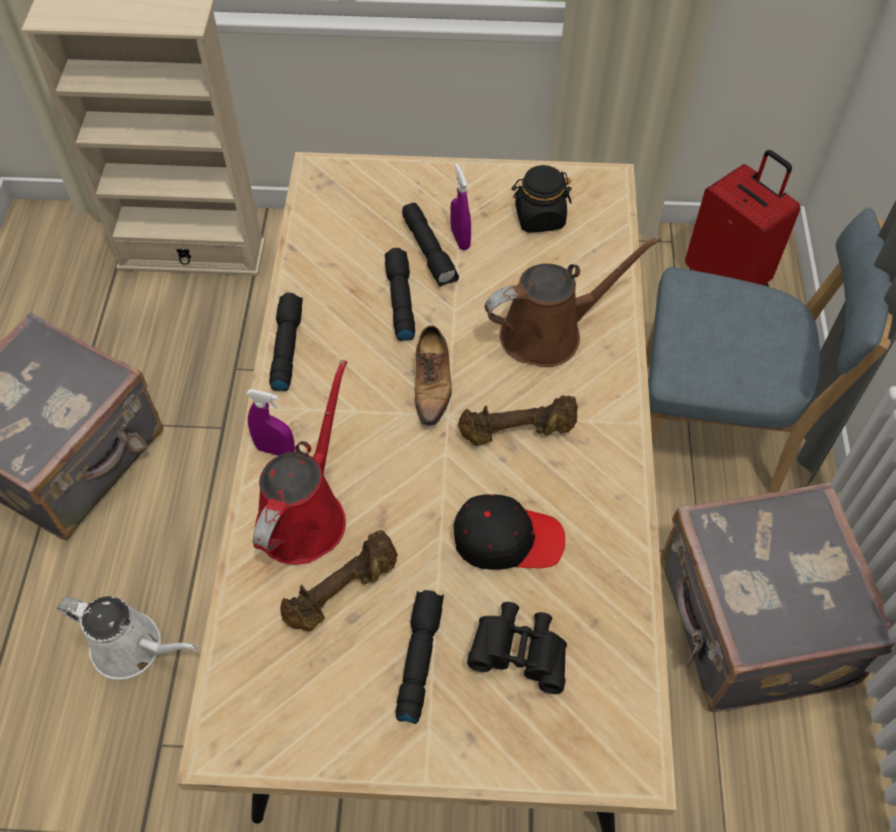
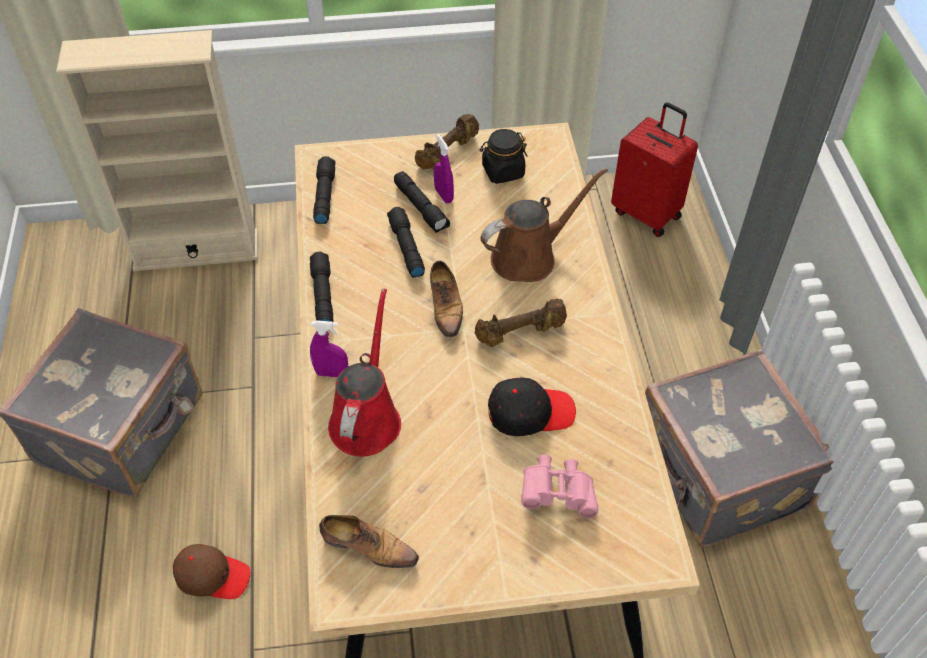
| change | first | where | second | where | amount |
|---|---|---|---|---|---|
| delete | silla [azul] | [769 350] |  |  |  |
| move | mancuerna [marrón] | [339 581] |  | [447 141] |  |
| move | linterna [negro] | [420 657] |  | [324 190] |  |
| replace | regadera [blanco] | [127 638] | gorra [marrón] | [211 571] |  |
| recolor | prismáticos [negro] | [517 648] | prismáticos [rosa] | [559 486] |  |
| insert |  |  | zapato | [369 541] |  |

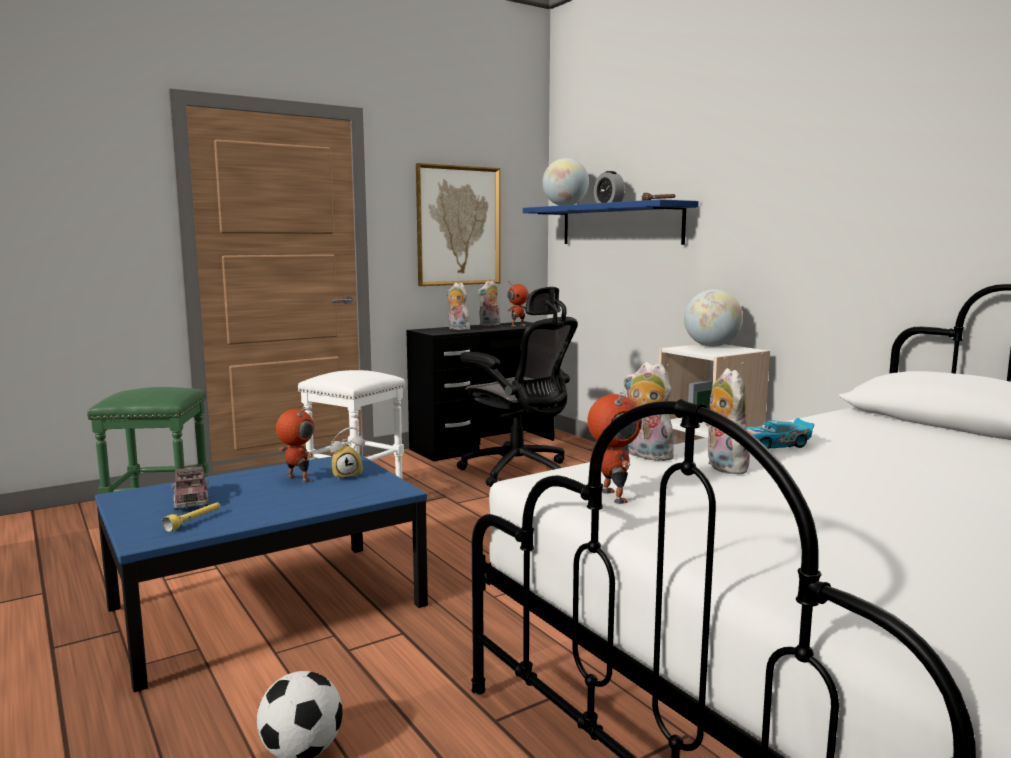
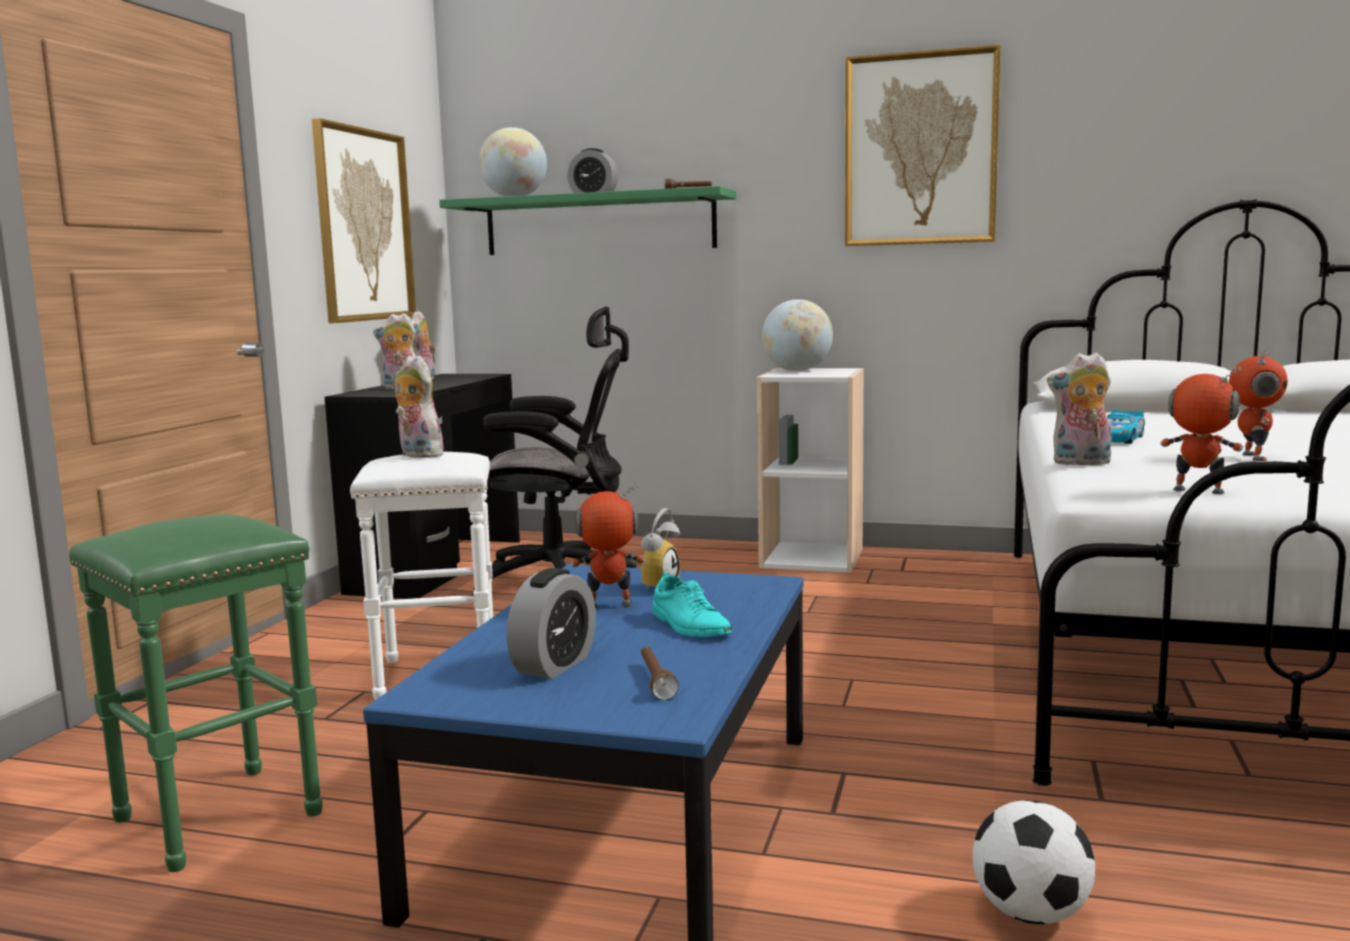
| change | first | where | second | where | amount |
|---|---|---|---|---|---|
| recolor | estante [azul] | [611 222] | estante [verde] | [587 220] |  |
| move | robot de juguete | [518 304] |  | [1258 405] |  |
| move | peluche | [728 421] |  | [418 407] |  |
| replace | camión de juguete | [190 487] | despertador | [551 623] |  |
| recolor | linterna [amarillo] | [191 517] | linterna [marrón] | [659 673] |  |
| insert |  |  | cuadro | [923 145] |  |
| insert |  |  | zapato [turquesa] | [692 604] |  |

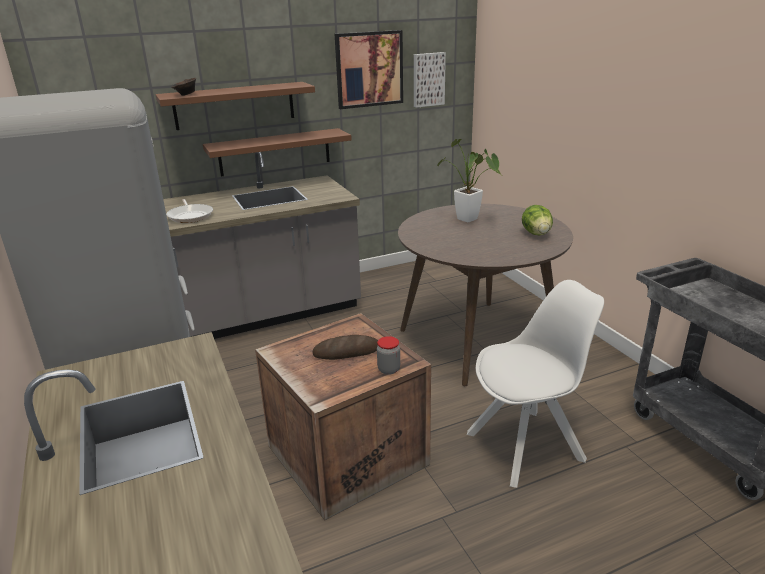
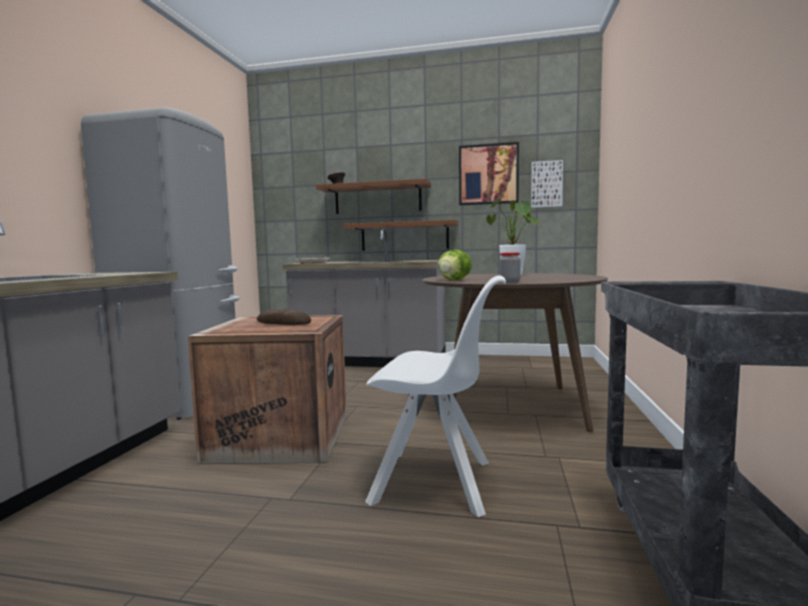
| change | first | where | second | where | amount |
|---|---|---|---|---|---|
| move | lechuga | [537 220] |  | [455 264] |  |
| move | tarro | [388 355] |  | [510 267] |  |

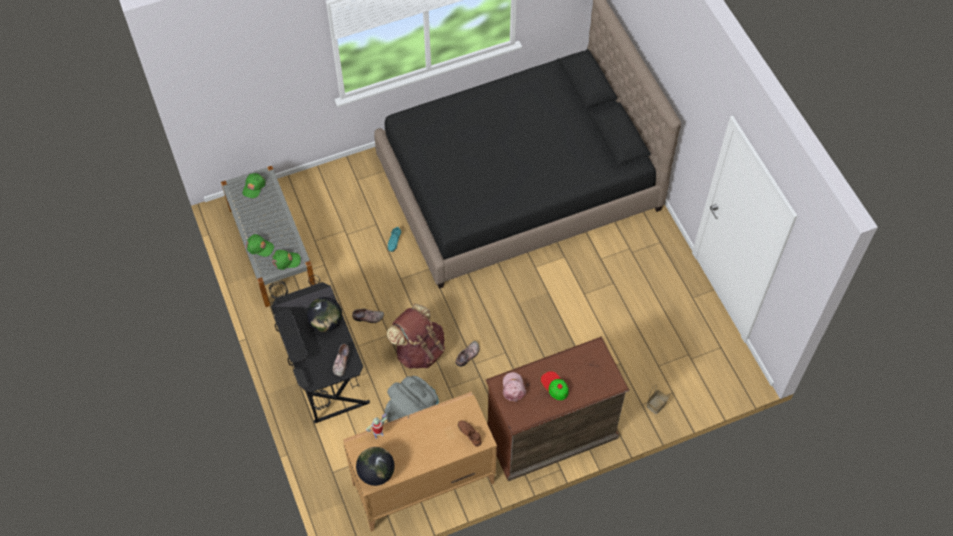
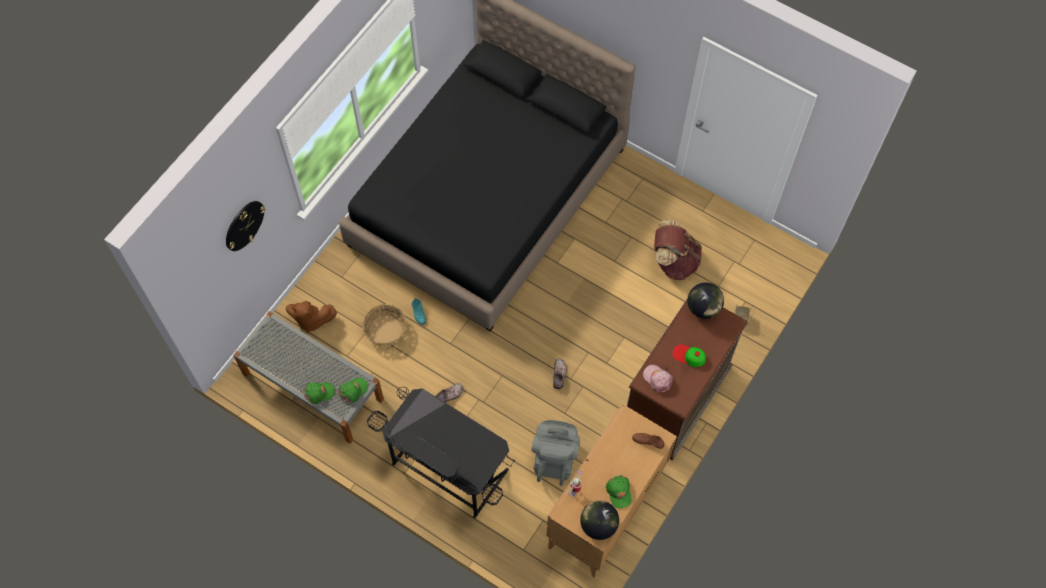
| change | first | where | second | where | amount |
|---|---|---|---|---|---|
| move | gorra [verde] | [254 185] |  | [619 491] |  |
| move | globo terráqueo | [324 314] |  | [705 301] |  |
| move | mochila [marrón] | [416 336] |  | [678 250] |  |
| delete | zapato | [341 360] |  |  |  |
| insert |  |  | reloj de pared | [245 226] |  |
| insert |  |  | peluche [marrón] | [311 317] |  |
| insert |  |  | cesta | [384 325] |  |

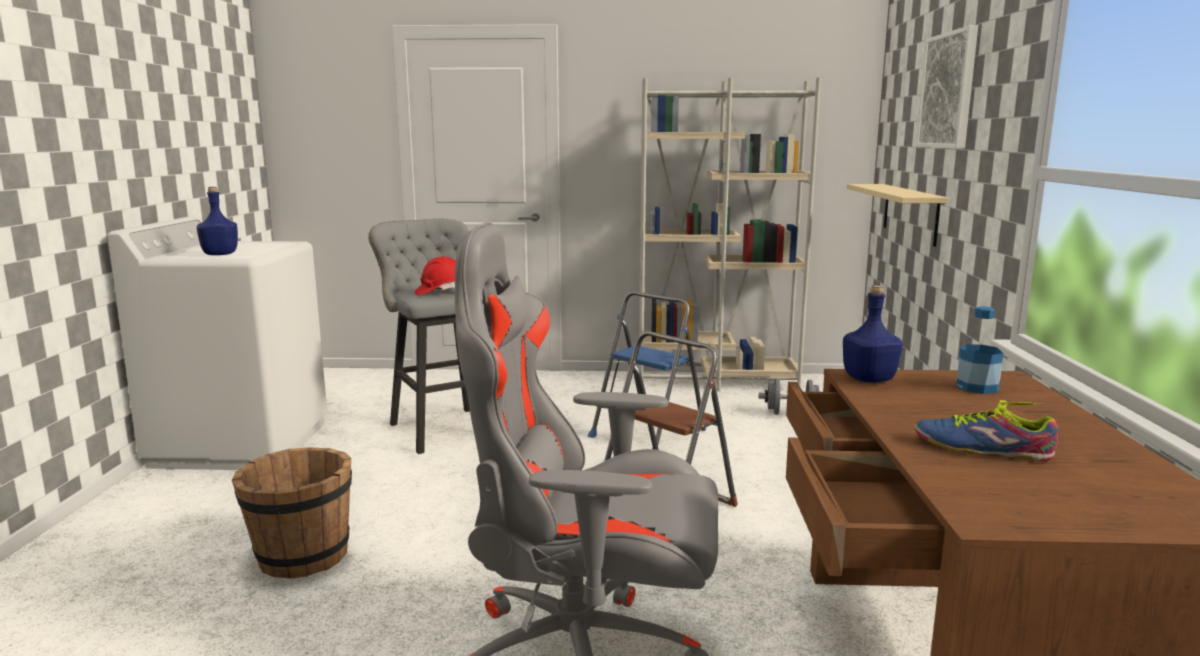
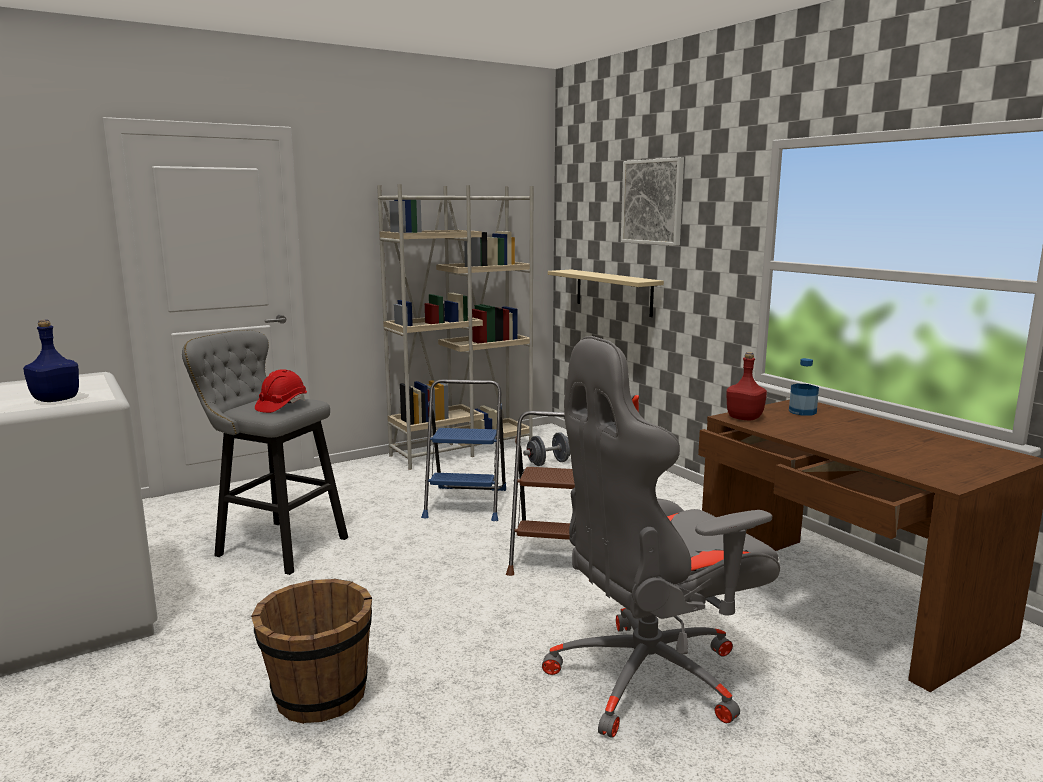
| change | first | where | second | where | amount |
|---|---|---|---|---|---|
| recolor | botella [azul] | [873 333] | botella [rojo] | [746 386] |  |
| delete | zapato | [986 430] |  |  |  |

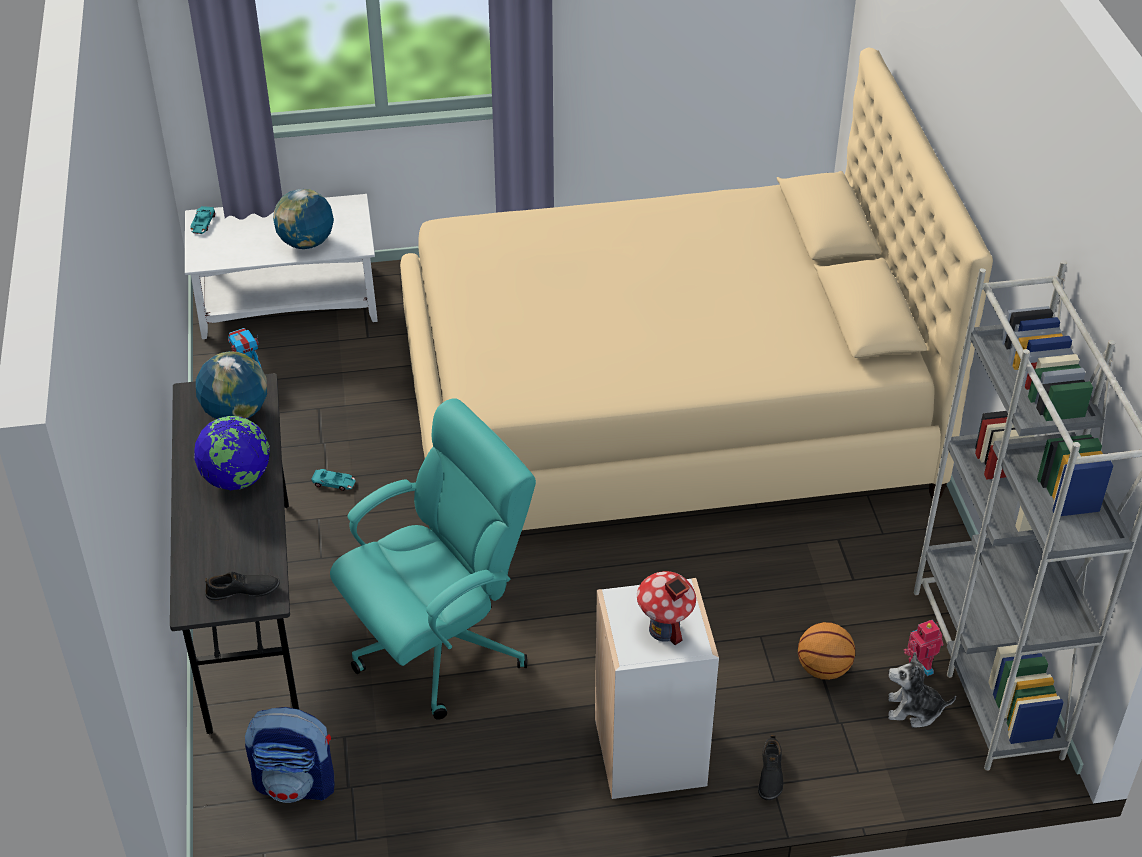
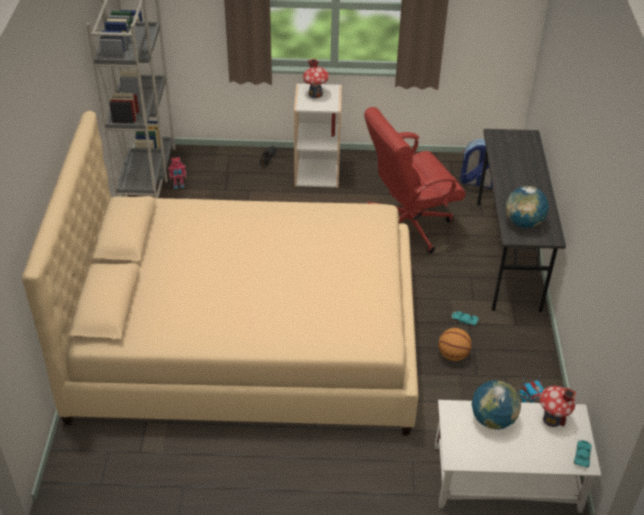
| change | first | where | second | where | amount |
|---|---|---|---|---|---|
| recolor | silla de oficina [turquesa] | [433 559] | silla de oficina [rojo] | [414 180] |  |
| delete | globo terráqueo | [232 453] |  |  |  |
| delete | zapato [negro] | [242 585] |  |  |  |
| move | balón de baloncesto | [826 651] |  | [455 344] |  |
| delete | peluche | [922 690] |  |  |  |
| insert |  |  | casita | [558 406] |  |

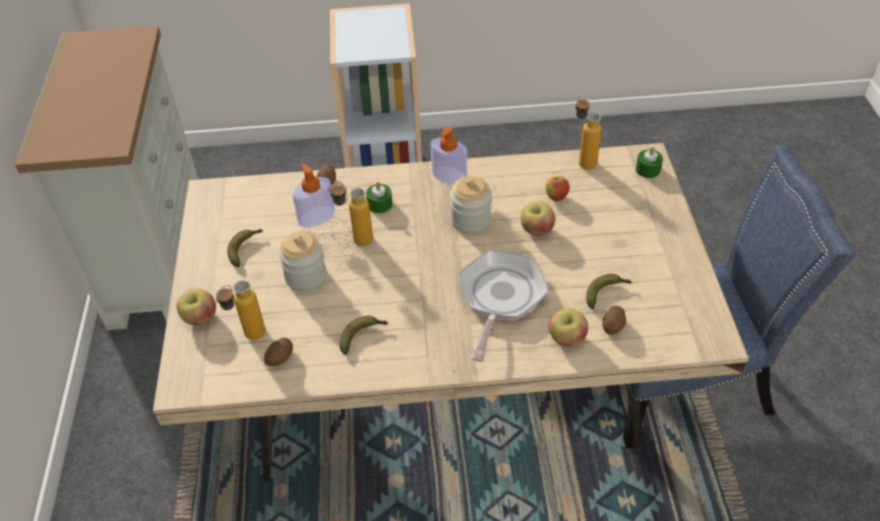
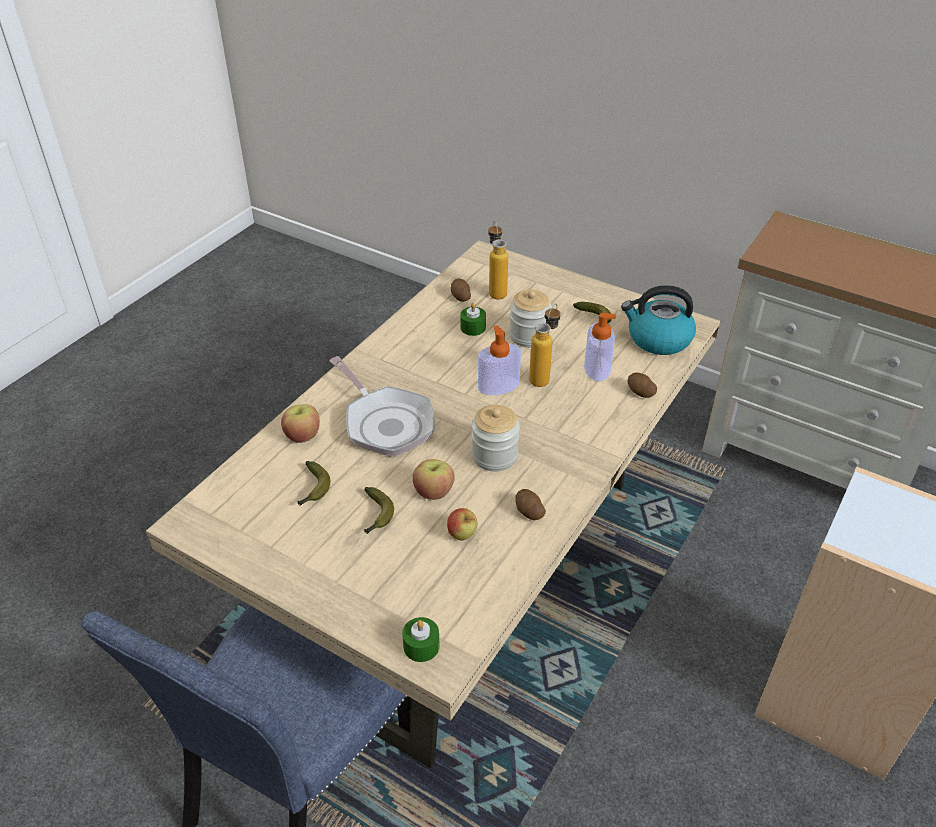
| change | first | where | second | where | amount |
|---|---|---|---|---|---|
| delete | botella | [589 133] |  |  |  |
| move | dispensador de jabón | [449 156] |  | [499 360] |  |
| move | vela [verde] | [379 197] |  | [473 319] |  |
| delete | manzana | [196 306] |  |  |  |
| move | patata | [614 320] |  | [530 504] |  |
| move | plátano | [364 335] |  | [379 510] |  |
| insert |  |  | hervidor | [658 320] |  |

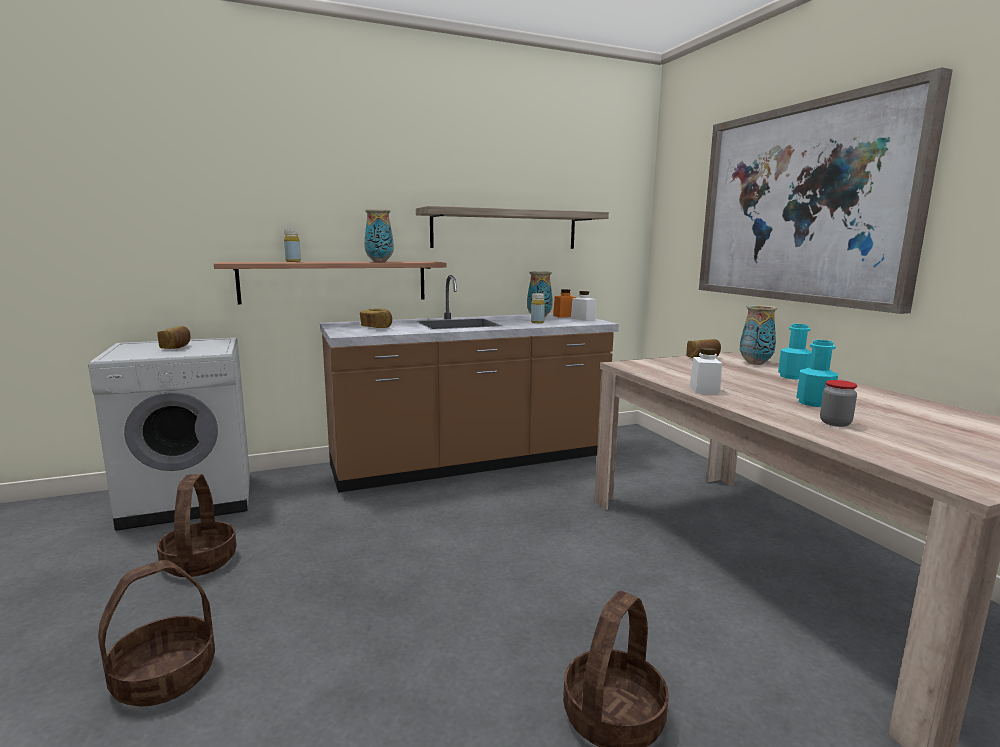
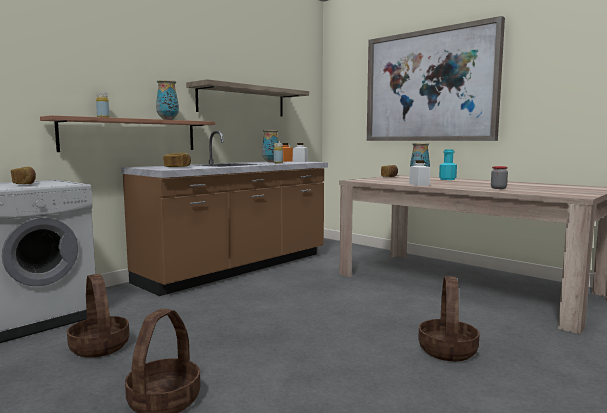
| change | first | where | second | where | amount |
|---|---|---|---|---|---|
| delete | botella [turquesa] | [817 373] |  |  |  |

